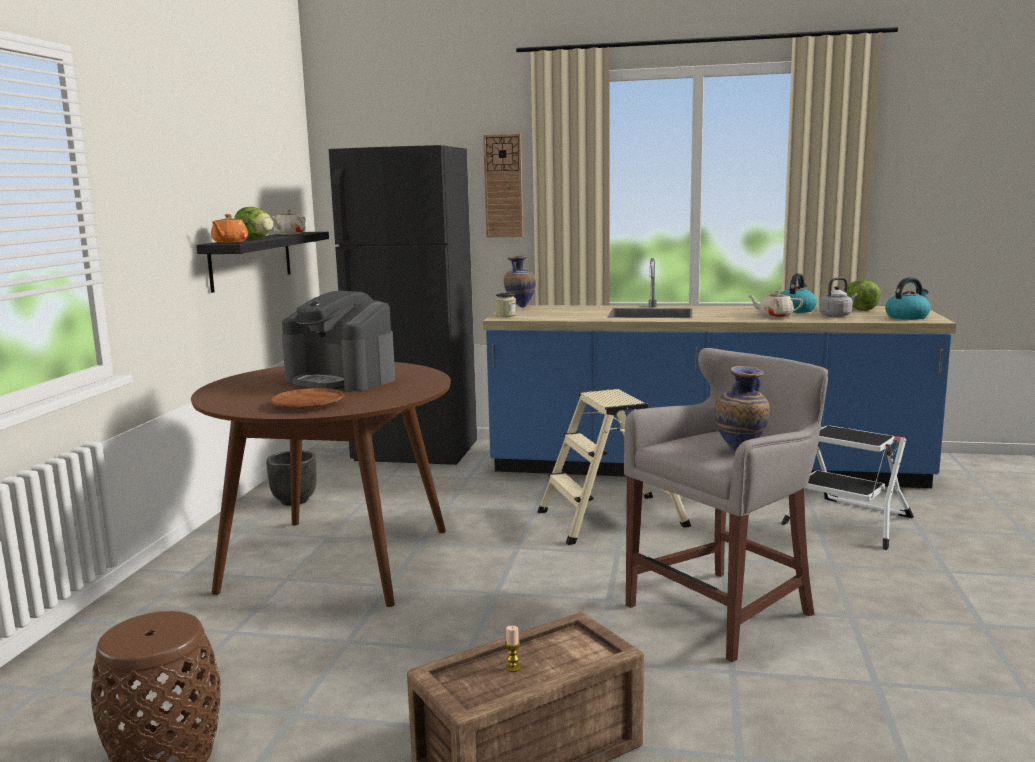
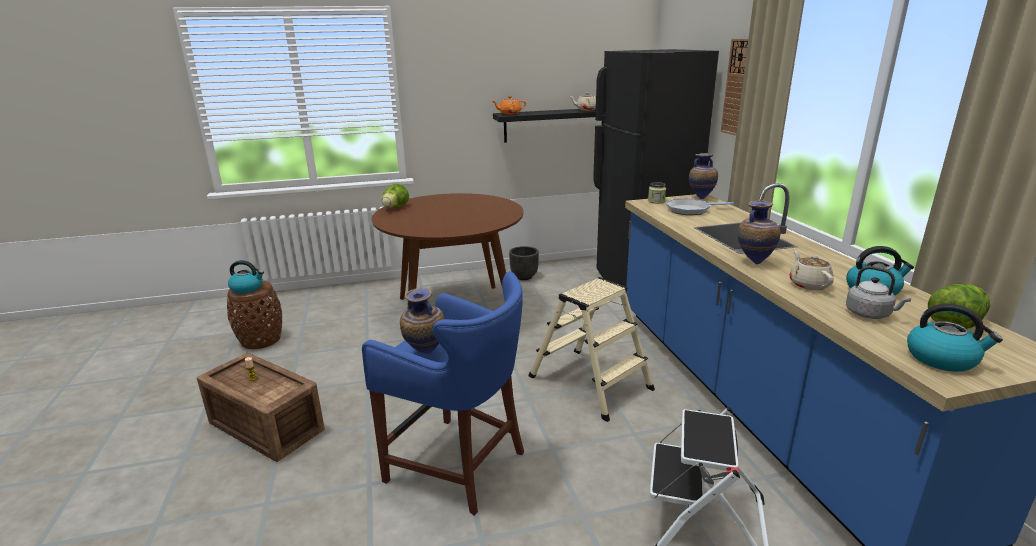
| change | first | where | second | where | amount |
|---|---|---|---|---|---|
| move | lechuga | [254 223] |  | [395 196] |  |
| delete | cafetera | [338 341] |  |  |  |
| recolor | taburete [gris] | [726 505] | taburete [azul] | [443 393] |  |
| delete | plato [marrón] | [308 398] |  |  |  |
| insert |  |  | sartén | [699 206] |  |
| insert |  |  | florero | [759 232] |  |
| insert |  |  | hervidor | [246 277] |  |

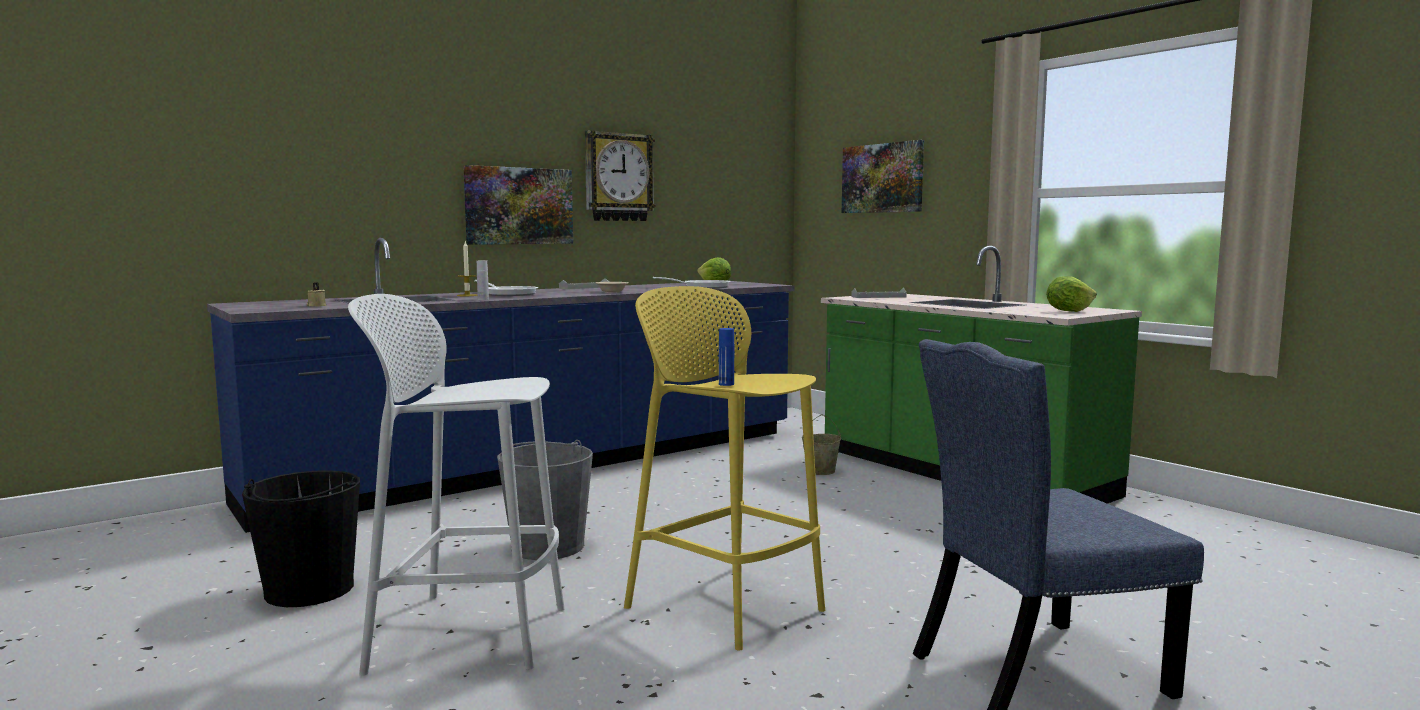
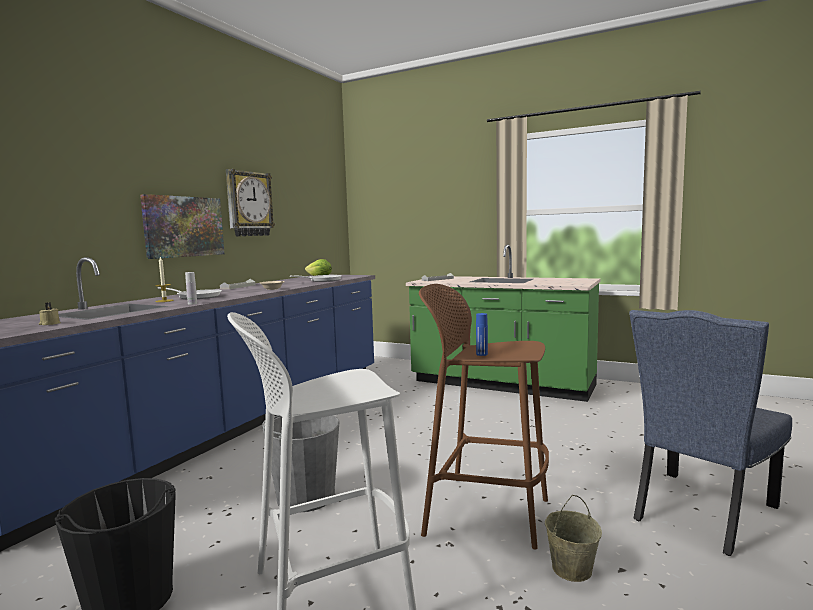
| change | first | where | second | where | amount |
|---|---|---|---|---|---|
| delete | cuadro | [883 176] |  |  |  |
| delete | lechuga | [1071 294] |  |  |  |
| recolor | taburete [amarillo] | [724 468] | taburete [marrón] | [484 417] |  |
| move | cubo [beis] | [821 444] |  | [573 538] |  |

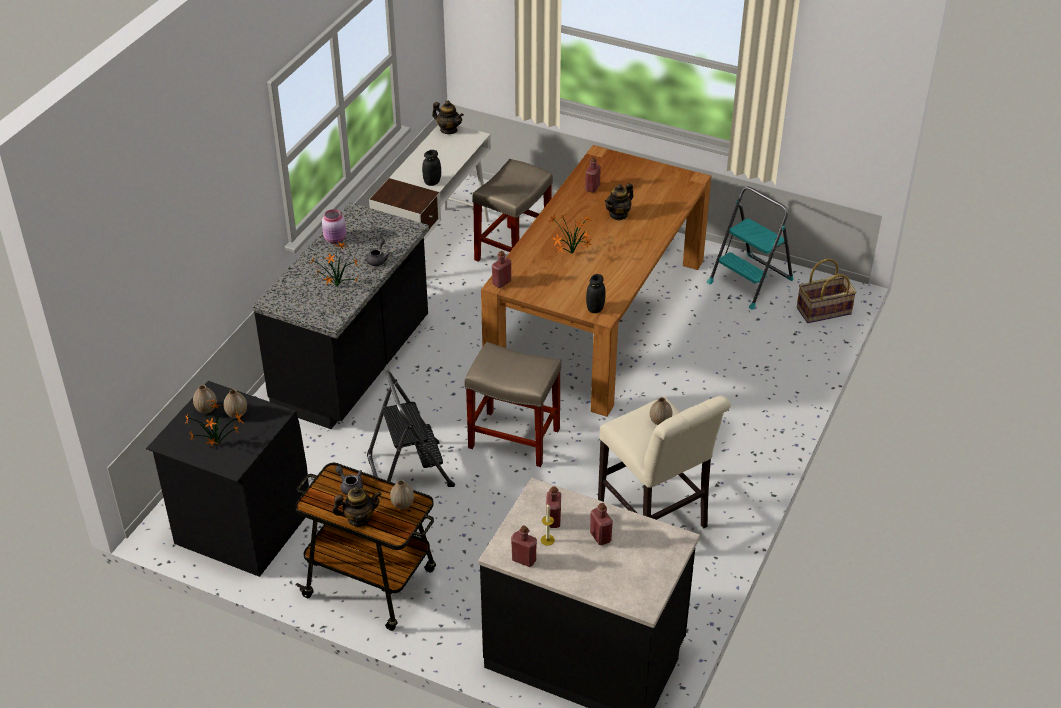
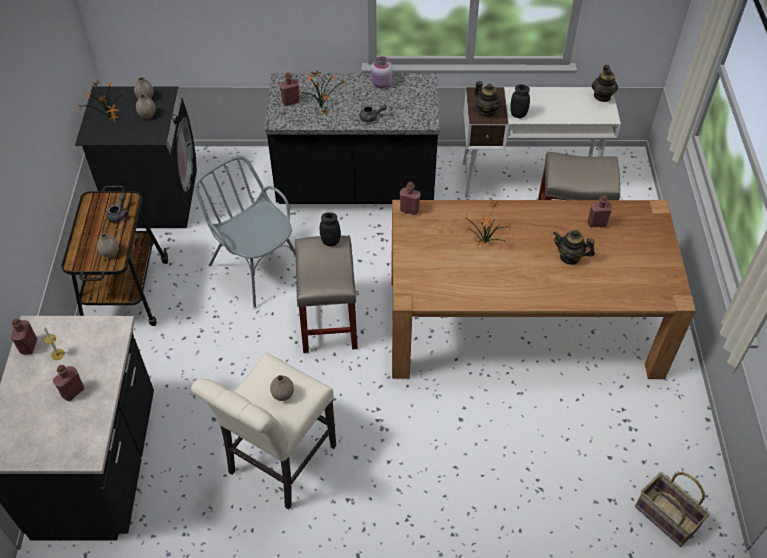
| change | first | where | second | where | amount |
|---|---|---|---|---|---|
| delete | escalera de tijera [turquesa] | [750 248] |  |  |  |
| move | tarro [negro] | [595 293] |  | [330 229] |  |
| replace | escalera de tijera [negro] | [411 428] | silla [gris] | [245 232] |  |
| move | botella [rojo] | [553 507] |  | [289 89] |  |
| move | tetera | [357 507] |  | [488 99] |  |

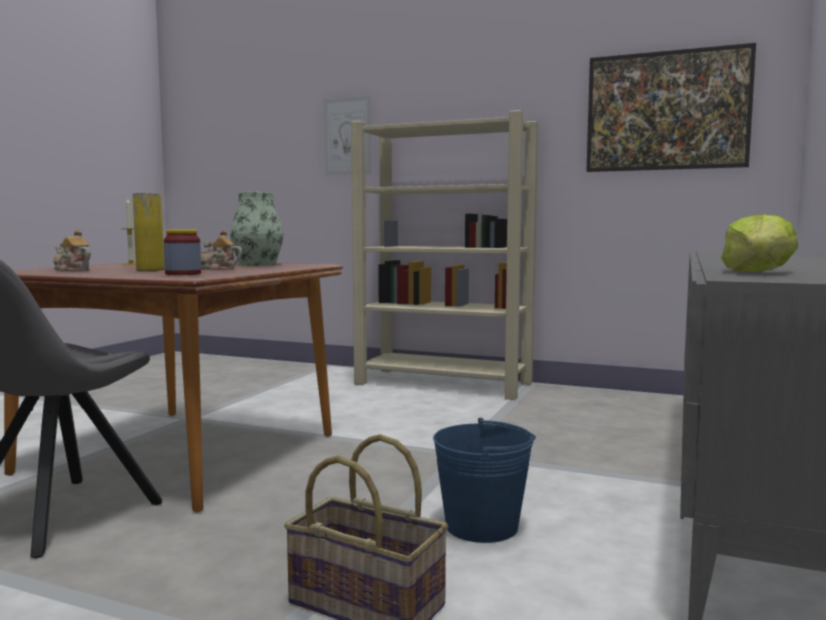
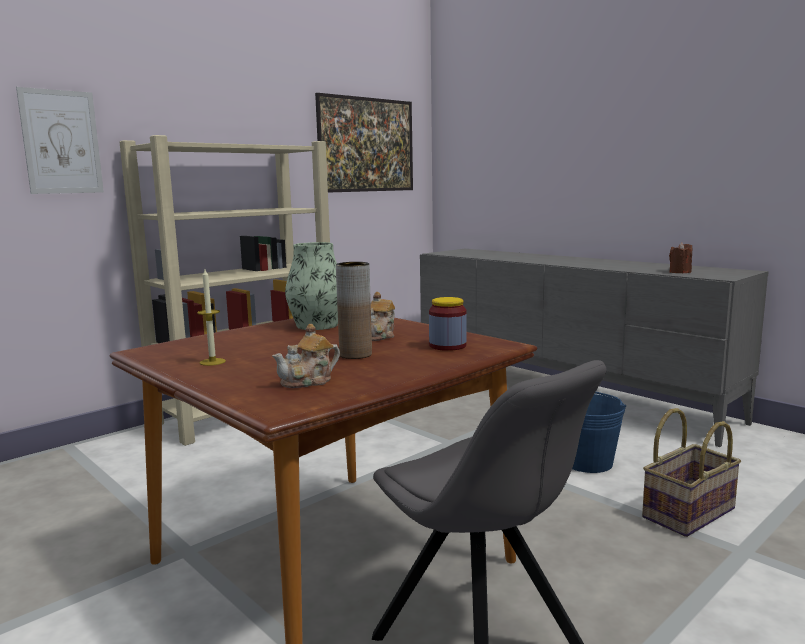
| change | first | where | second | where | amount |
|---|---|---|---|---|---|
| recolor | florero [amarillo] | [148 232] | florero [marrón] | [354 310] |  |
| replace | lechuga | [759 243] | vela [marrón] | [680 257] |  |

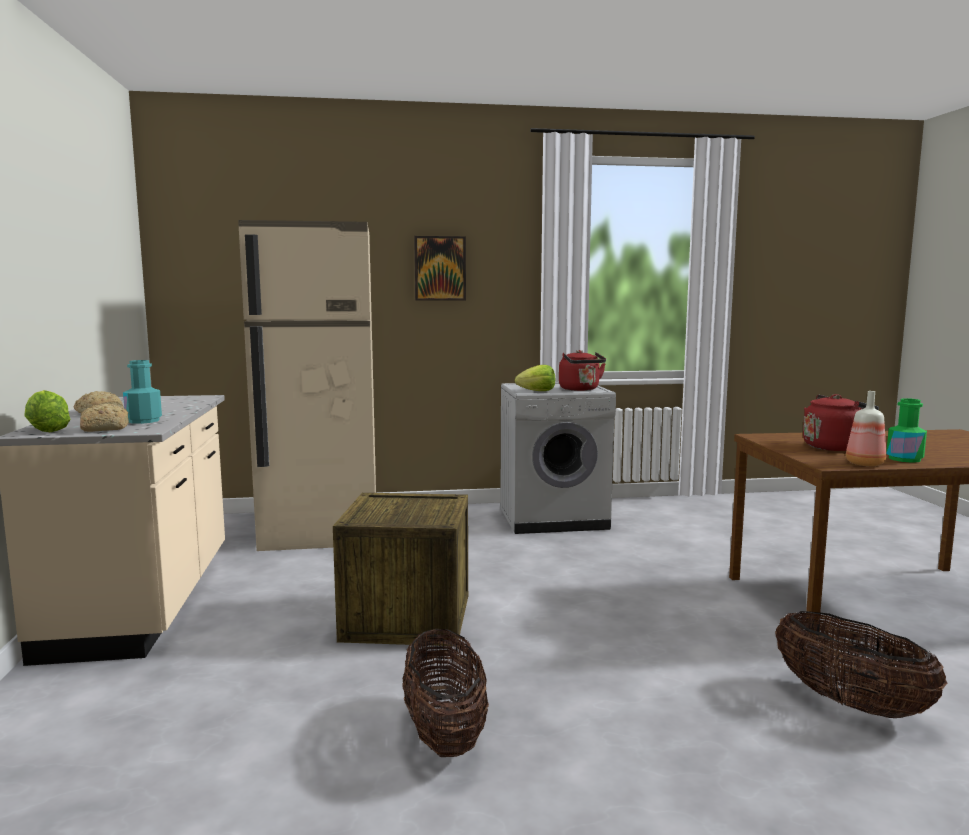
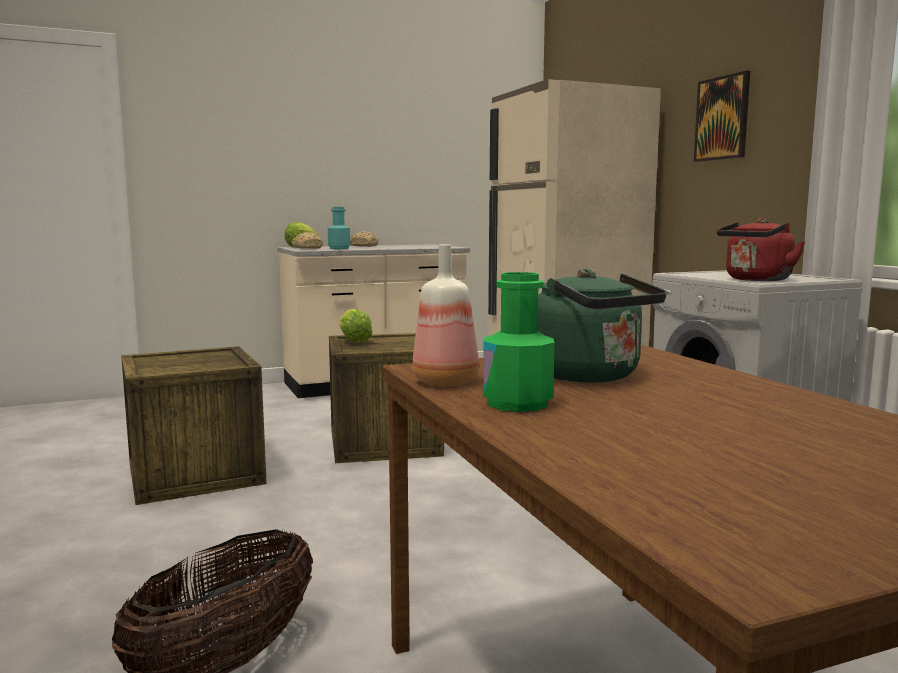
| change | first | where | second | where | amount |
|---|---|---|---|---|---|
| move | lechuga | [535 378] |  | [356 325] |  |
| recolor | hervidor [rojo] | [841 422] | hervidor [verde] | [602 326] |  |
| replace | cesta | [445 693] | caja de embalaje | [194 425] |  |

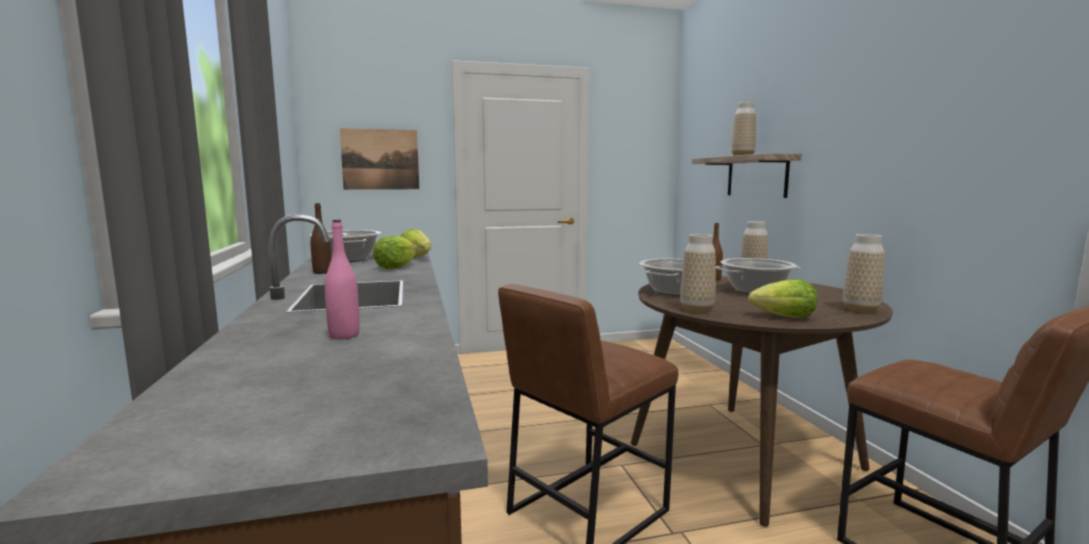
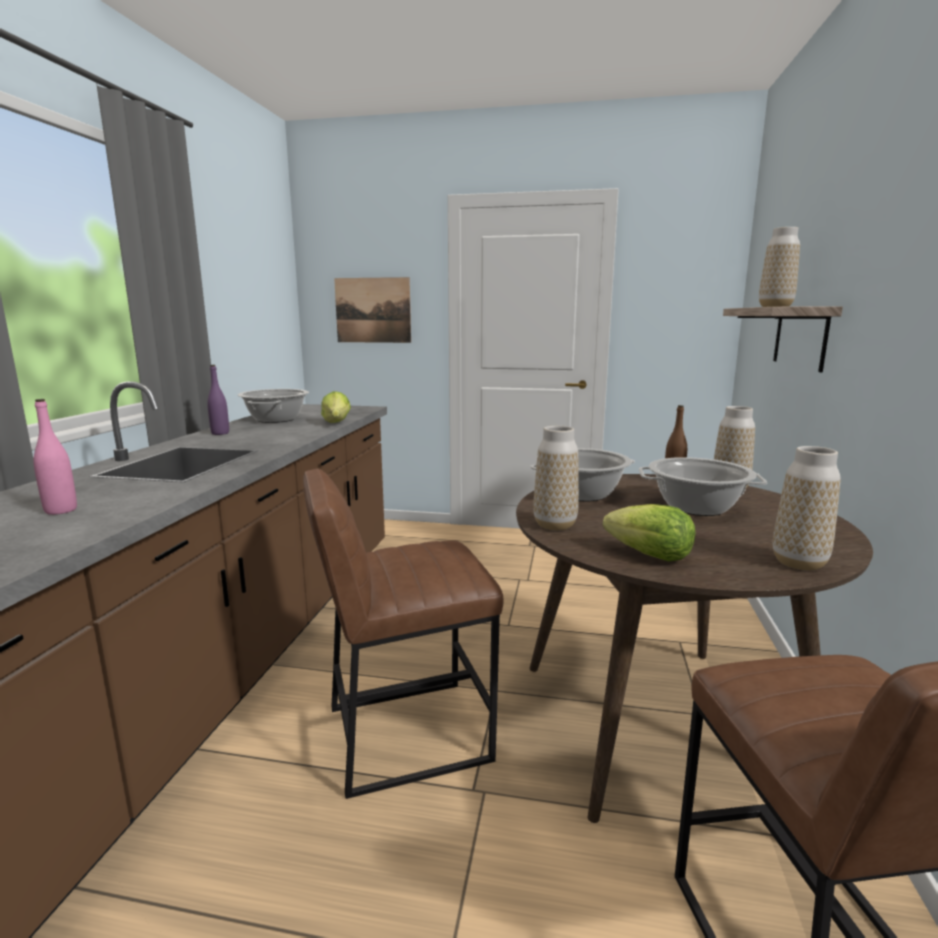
| change | first | where | second | where | amount |
|---|---|---|---|---|---|
| recolor | botella [marrón] | [321 238] | botella [morado] | [218 400] |  |
| delete | lechuga | [395 253] |  |  |  |

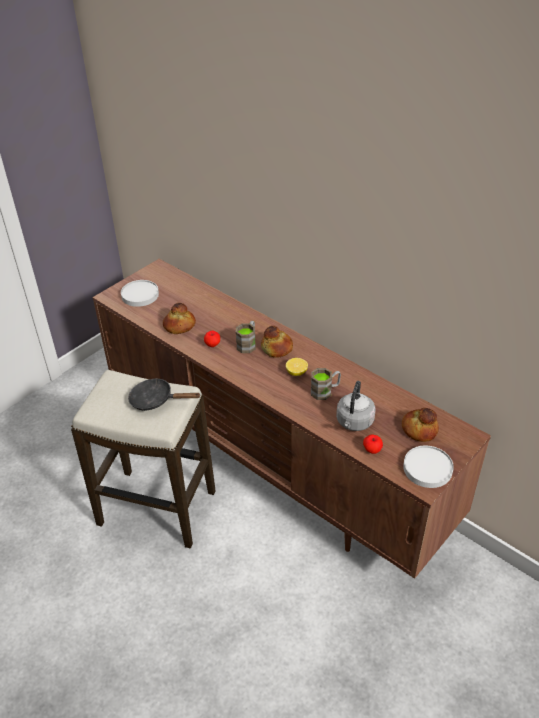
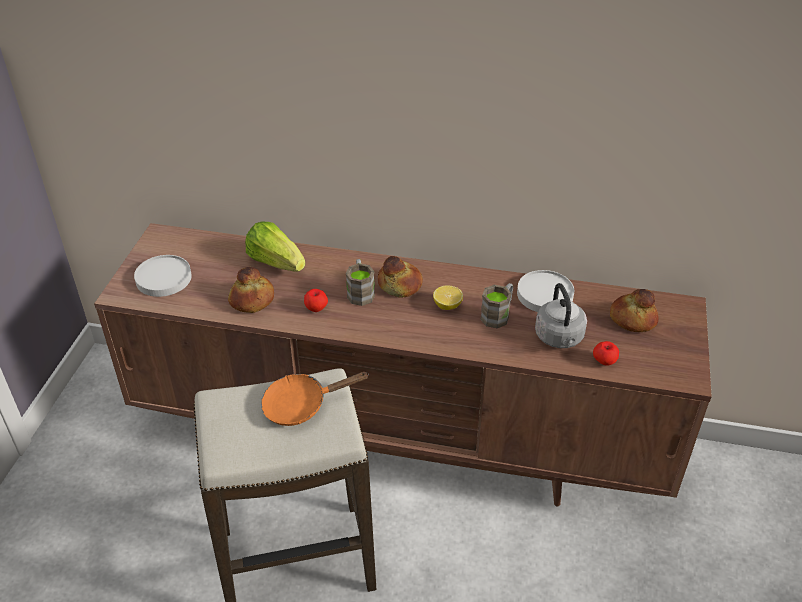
| change | first | where | second | where | amount |
|---|---|---|---|---|---|
| recolor | sartén [negro] | [164 394] | sartén [naranja] | [314 399] |  |
| move | plato [blanco] | [428 467] |  | [545 291] |  |
| insert |  |  | lechuga | [275 247] |  |

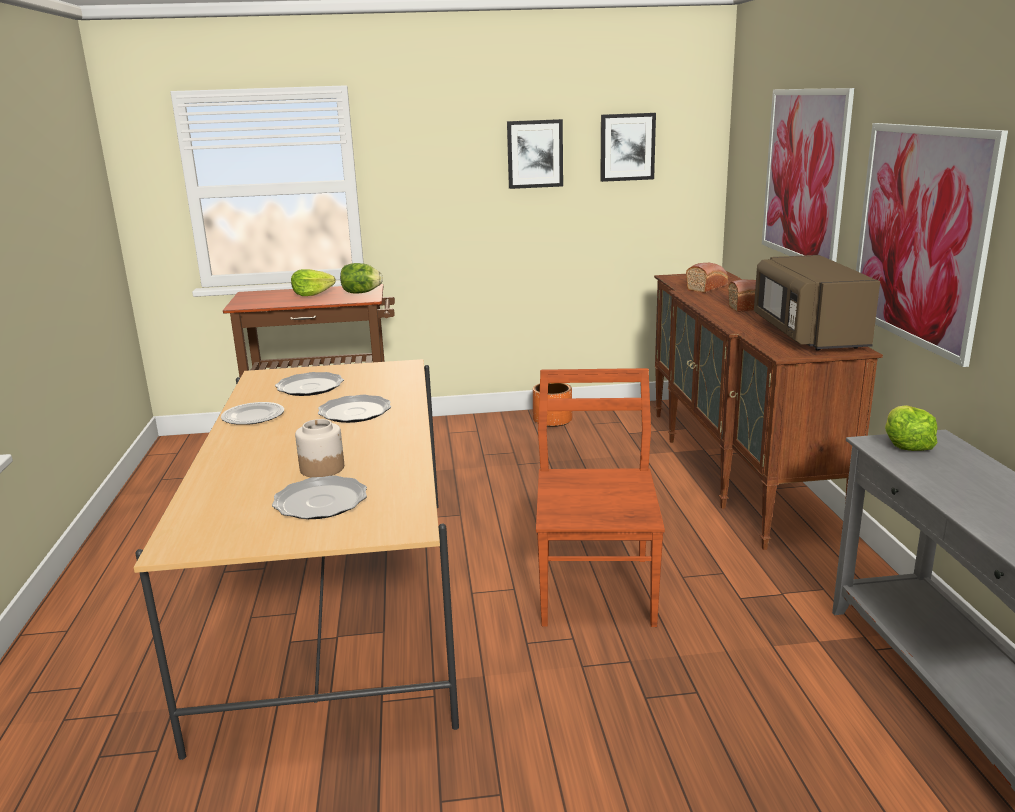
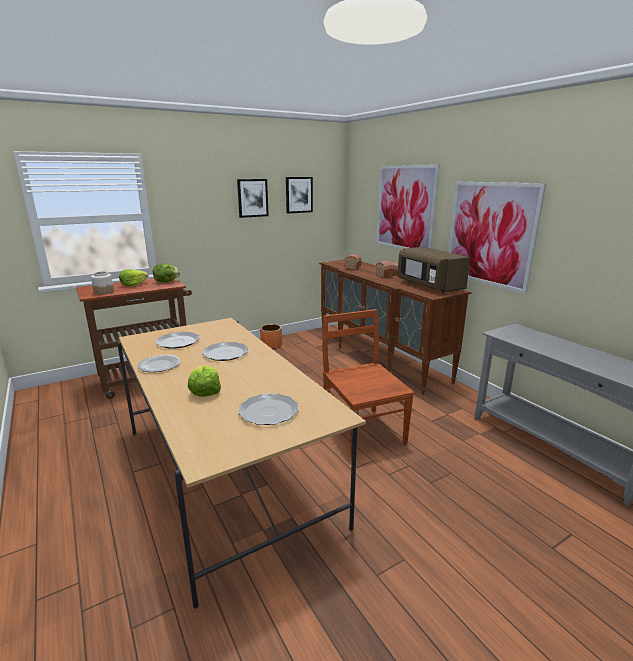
| change | first | where | second | where | amount |
|---|---|---|---|---|---|
| move | lechuga | [911 428] |  | [204 381] |  |
| move | tarro | [319 448] |  | [102 283] |  |

